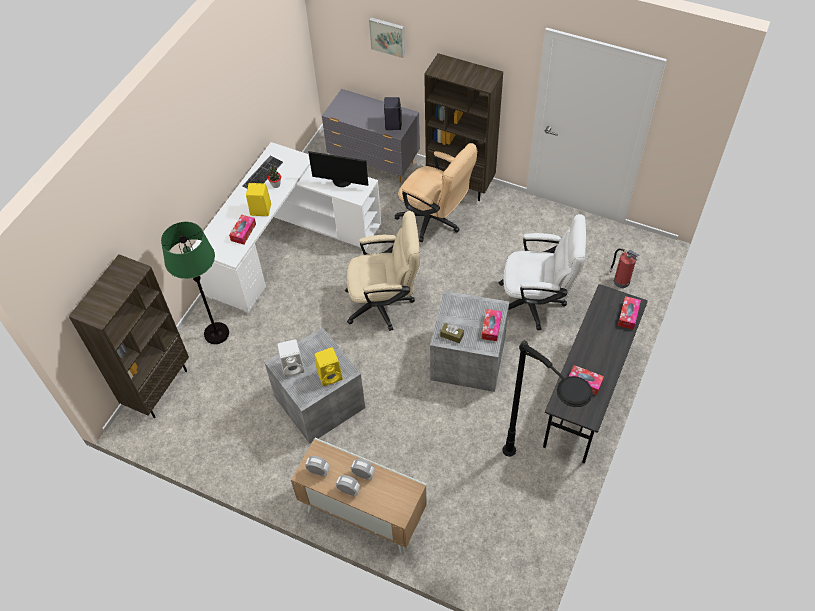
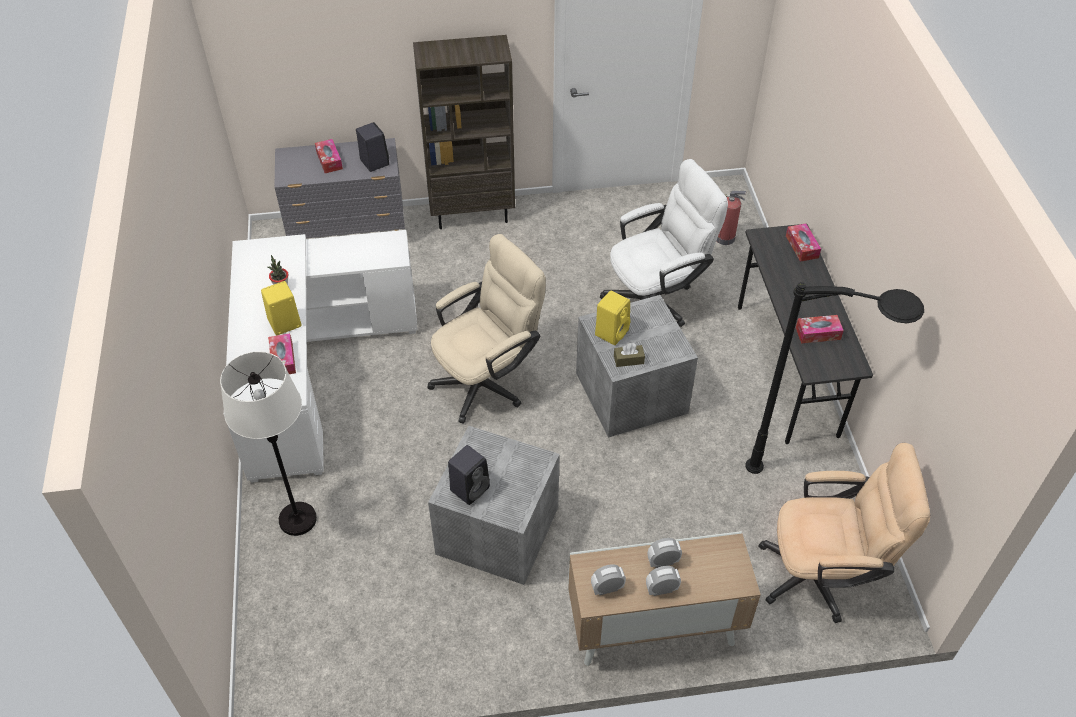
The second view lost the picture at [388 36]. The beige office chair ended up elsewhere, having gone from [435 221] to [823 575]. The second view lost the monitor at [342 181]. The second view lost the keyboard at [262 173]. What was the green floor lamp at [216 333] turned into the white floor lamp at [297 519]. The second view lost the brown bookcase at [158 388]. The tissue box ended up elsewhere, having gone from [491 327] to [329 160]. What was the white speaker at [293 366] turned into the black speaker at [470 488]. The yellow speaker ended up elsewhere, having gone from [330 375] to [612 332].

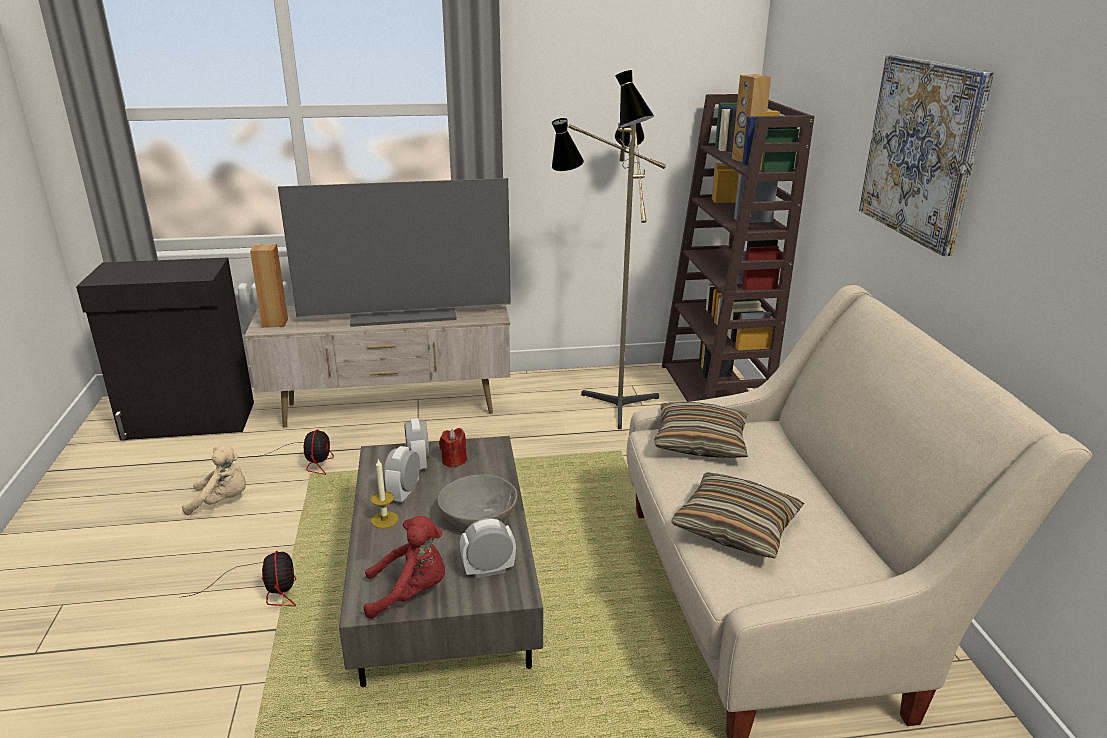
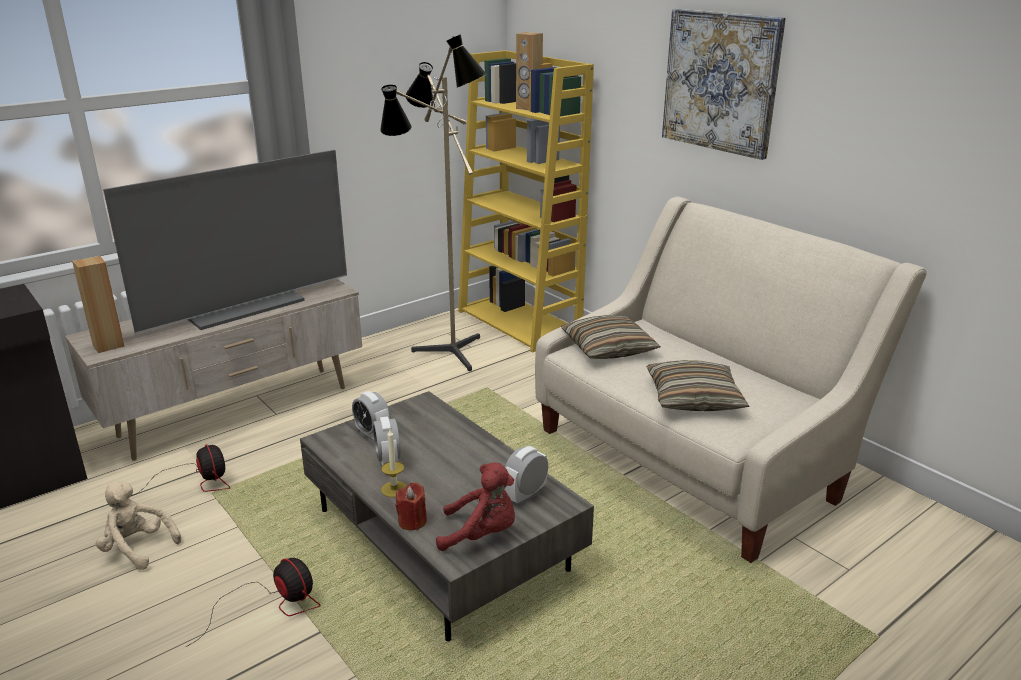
What was the brown bookcase at [714 393] turned into the yellow bookcase at [520 322]. The red candle ended up elsewhere, having gone from [454 460] to [412 521]. The beige plush toy at [222 501] ended up facing another way, 120 degrees counterclockwise from before. The second view lost the grey bowl at [478 516]. The red plush toy at [410 593] ended up facing another way, 45 degrees clockwise from before.

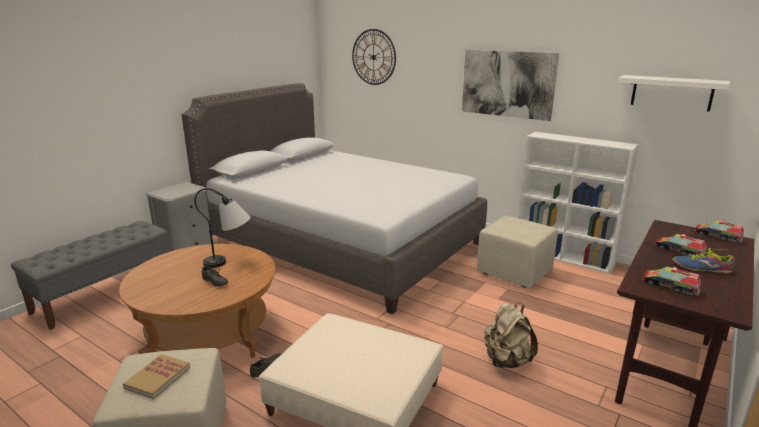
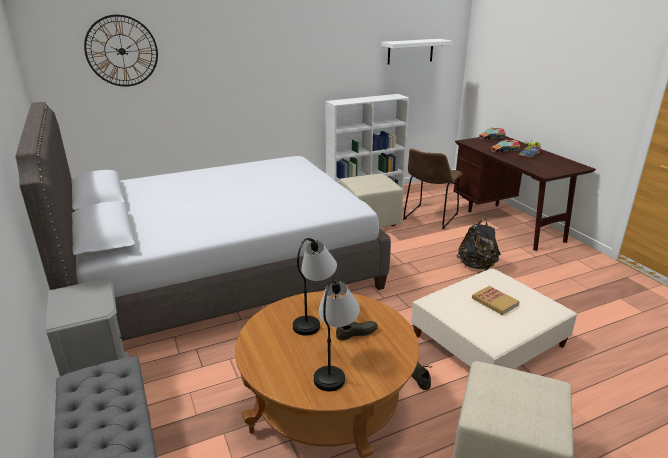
The second view lost the picture at [507 84]. The second view lost the toy truck at [670 286]. What was the beige backpack at [506 361] turned into the black backpack at [477 266]. The book ended up elsewhere, having gone from [157 378] to [494 301]. The second view gained the brown chair at [429 218]. The second view gained the table lamp at [335 365].

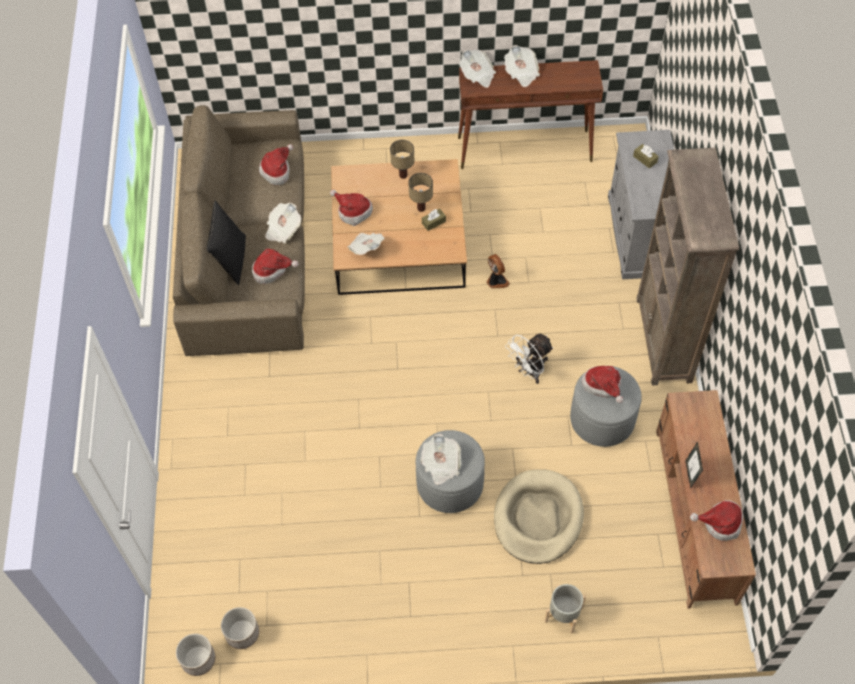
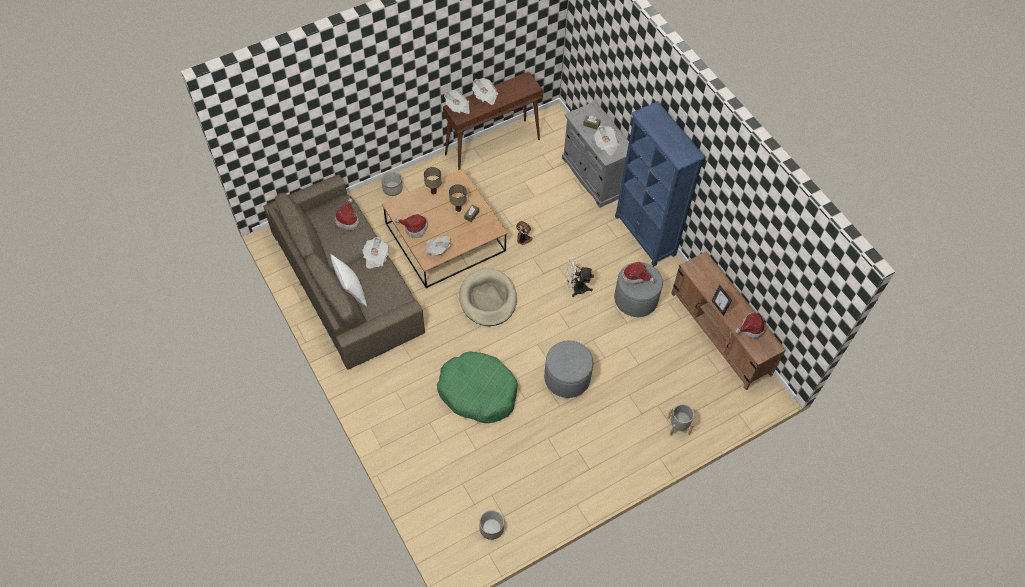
What was the brown bookcase at [663 340] turned into the blue bookcase at [645 236]. What was the black pillow at [231 259] turned into the white pillow at [351 291]. The second view lost the hat at [272 270]. The white fan at [529 371] ended up facing another way, 75 degrees clockwise from before. The newspaper ended up elsewhere, having gone from [441 465] to [606 145]. The beige dog bed ended up elsewhere, having gone from [538 518] to [488 299]. The planter ended up elsewhere, having gone from [198 660] to [392 189]. The second view gained the green dog bed at [478 392].

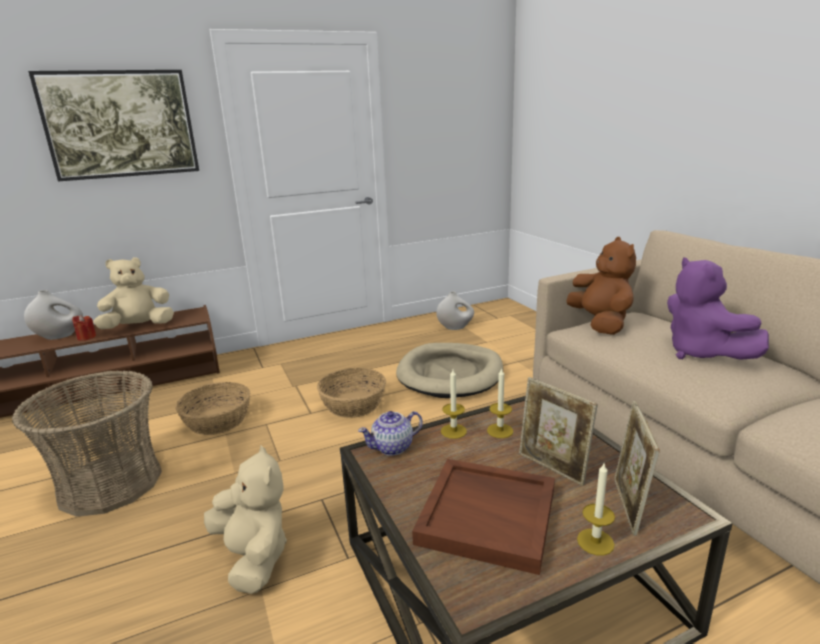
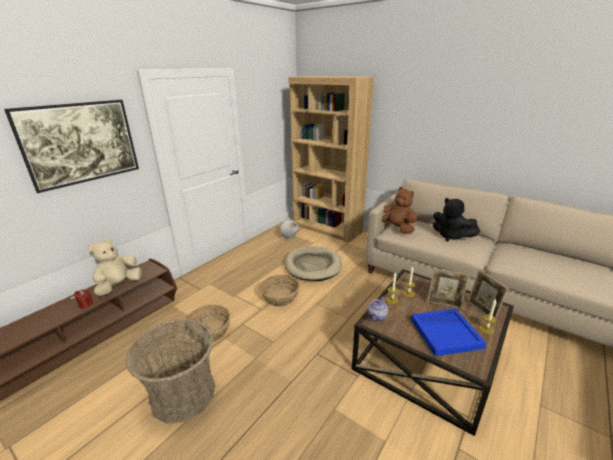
What was the purple plush toy at [701 353] turned into the black plush toy at [451 236]. The second view lost the white vase at [60 336]. The second view lost the beige plush toy at [254 557]. What was the brown tray at [489 515] turned into the blue tray at [445 333]. The second view gained the brown bookcase at [327 228].

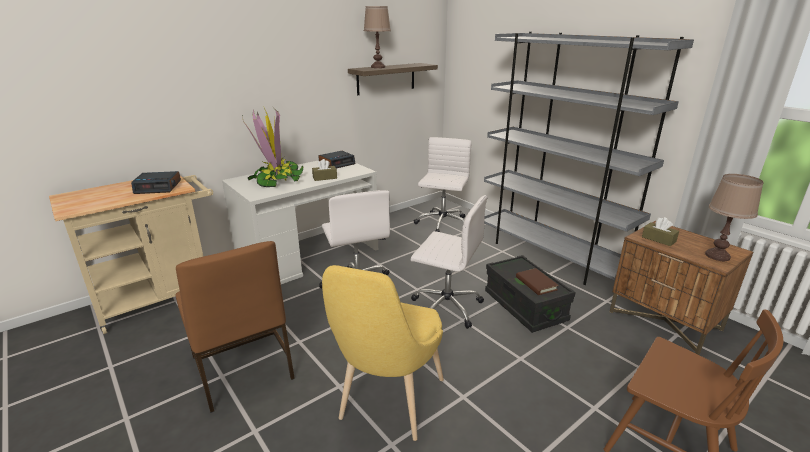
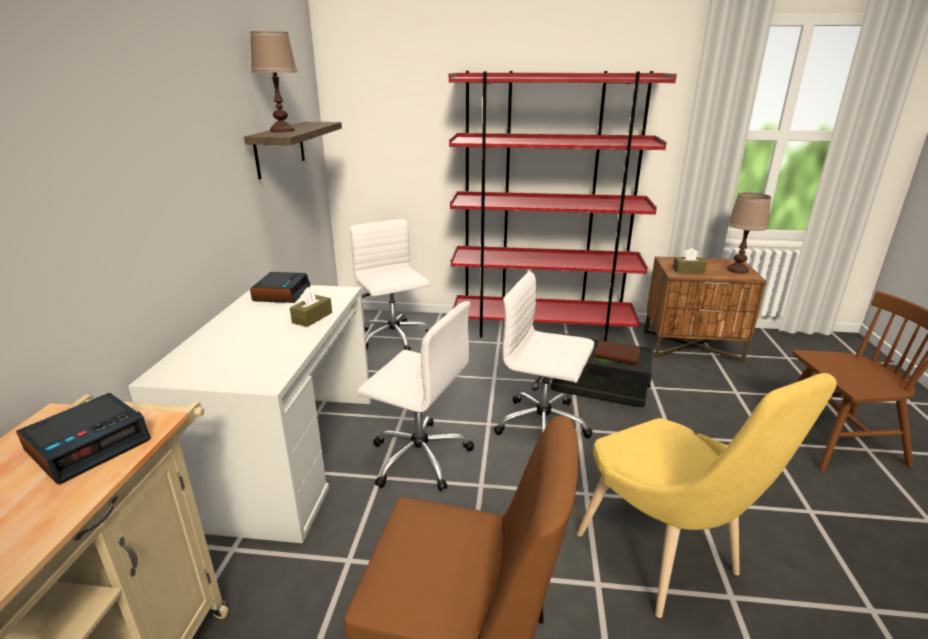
What was the grey bookcase at [550 256] turned into the red bookcase at [542 329]. The second view lost the potted plant at [276 179]. The white office chair at [445 307] ended up facing another way, 135 degrees counterclockwise from before.

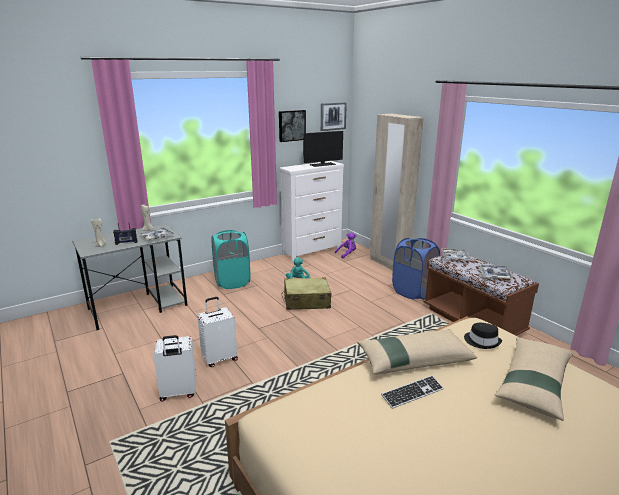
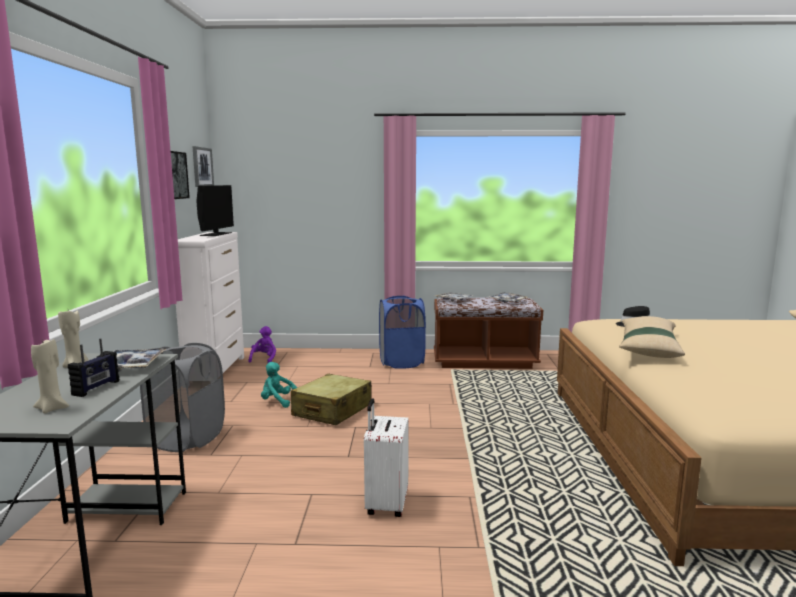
The second view lost the beige wardrobe at [389 264]. What was the turquoise laundry basket at [232 282] turned into the grey laundry basket at [187 438]. The second view lost the white suitcase at [178 393]. The second view lost the beige pillow at [534 383]. The second view lost the keyboard at [412 393].

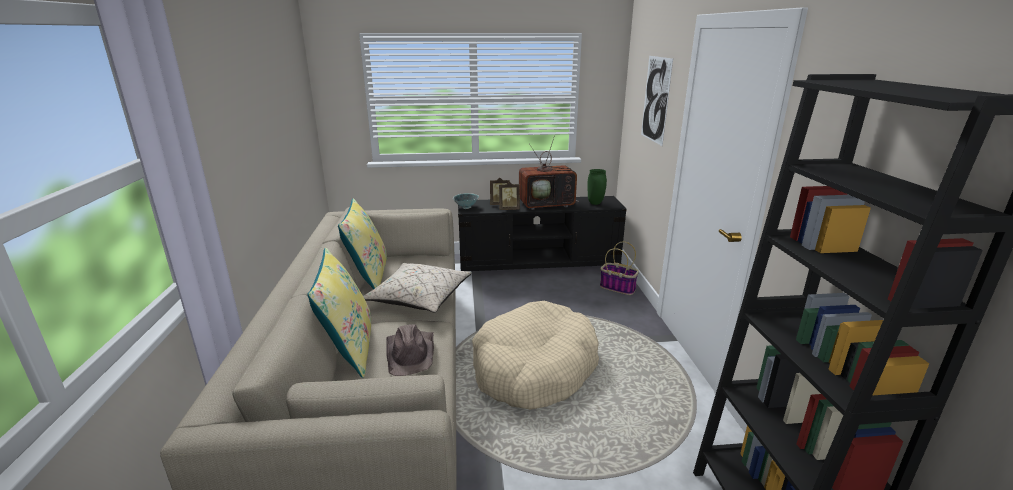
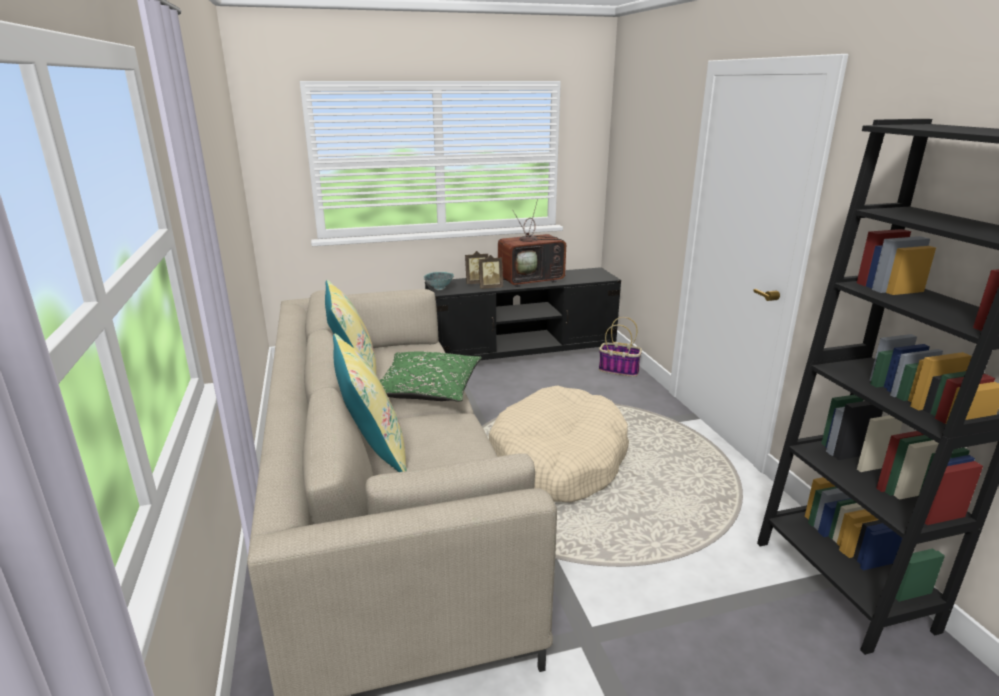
The second view lost the picture at [655 99]. The second view lost the green vase at [594 203]. What was the beige pillow at [419 298] turned into the green pillow at [427 390]. The second view lost the brown hat at [411 353].

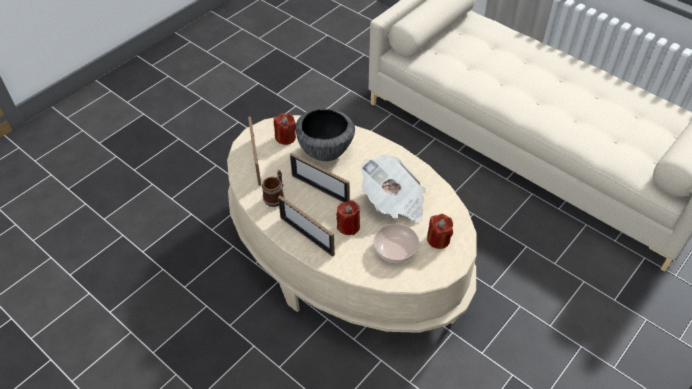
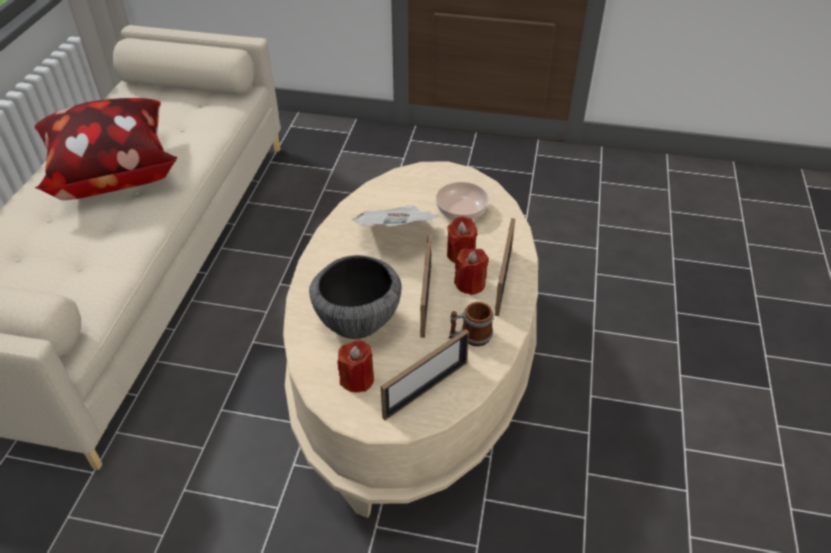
The red candle ended up elsewhere, having gone from [438 239] to [470 284]. The second view gained the pillow at [113 174].

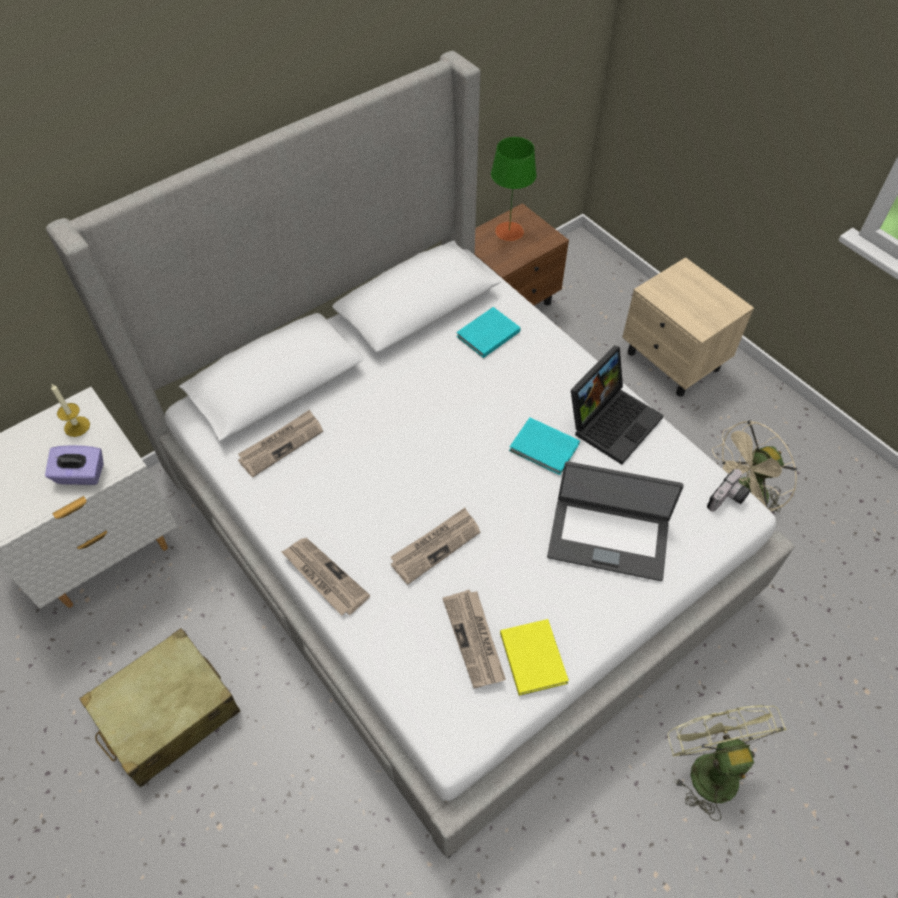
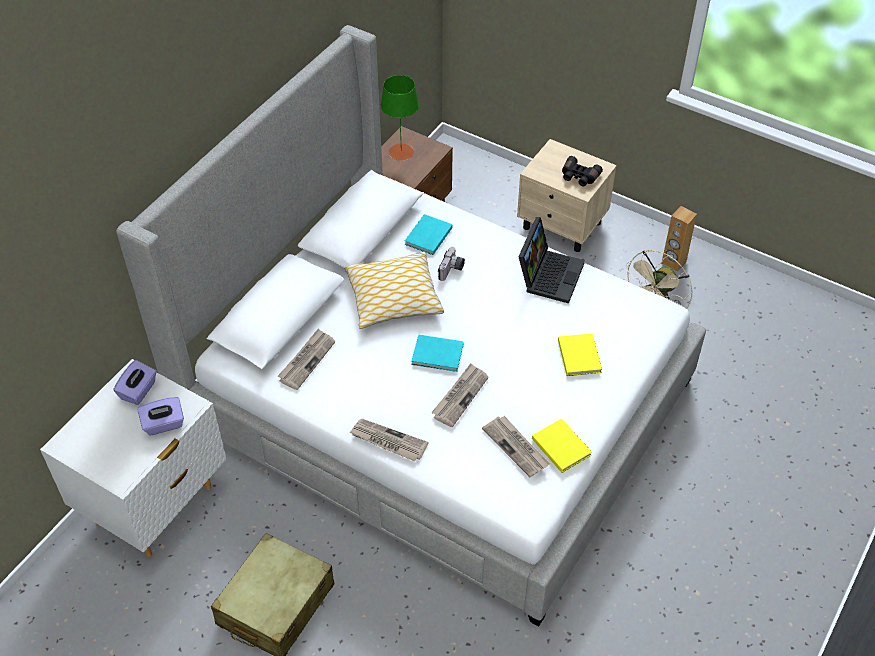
Where the candle stood at [77 426], the purple tissue box came to stand at [138 391]. The turquoise book ended up elsewhere, having gone from [545 449] to [438 355]. Where the laptop stood at [608 537], the yellow book came to stand at [579 355]. The photo camera ended up elsewhere, having gone from [728 499] to [452 270]. The second view lost the green fan at [707 766]. The second view gained the black binoculars at [579 177]. The second view gained the brown speaker at [673 262]. The second view gained the pillow at [393 298].

